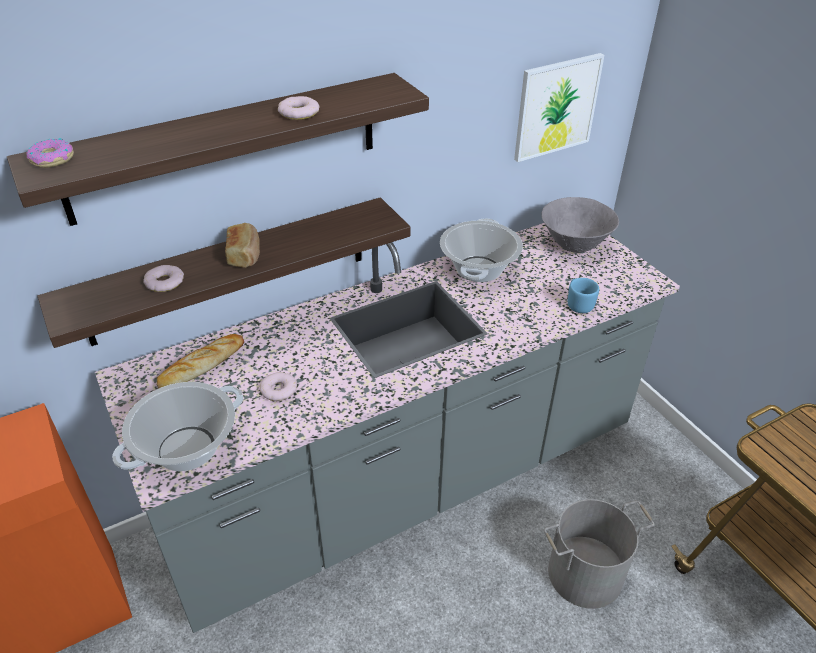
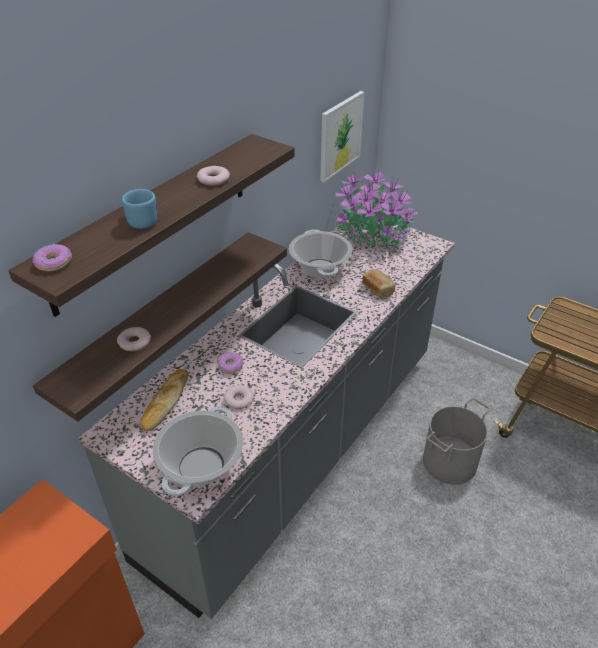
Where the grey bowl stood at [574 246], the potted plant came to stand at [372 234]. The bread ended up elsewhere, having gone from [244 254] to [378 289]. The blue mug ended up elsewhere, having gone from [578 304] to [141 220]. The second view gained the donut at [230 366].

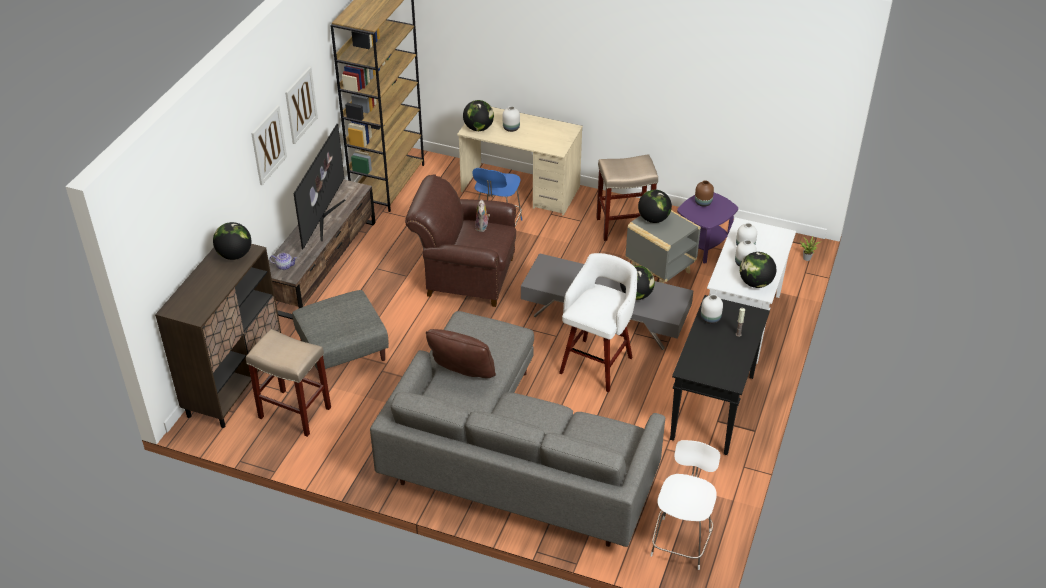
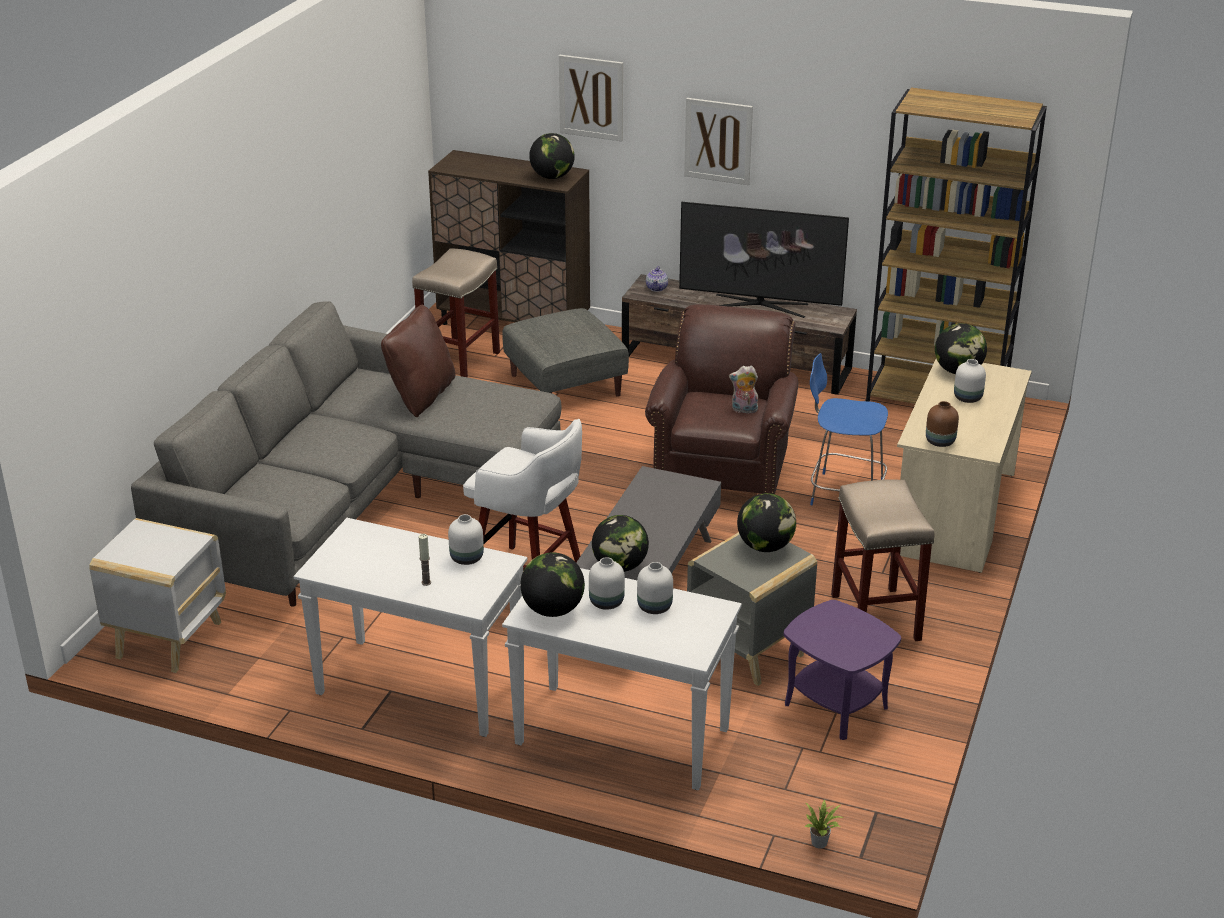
The picture ended up elsewhere, having gone from [300 105] to [591 97]. The brown vase ended up elsewhere, having gone from [703 202] to [941 441]. What was the black console table at [713 408] turned into the white console table at [418 688]. Where the white chair stood at [681 541], the white side table came to stand at [168 641].

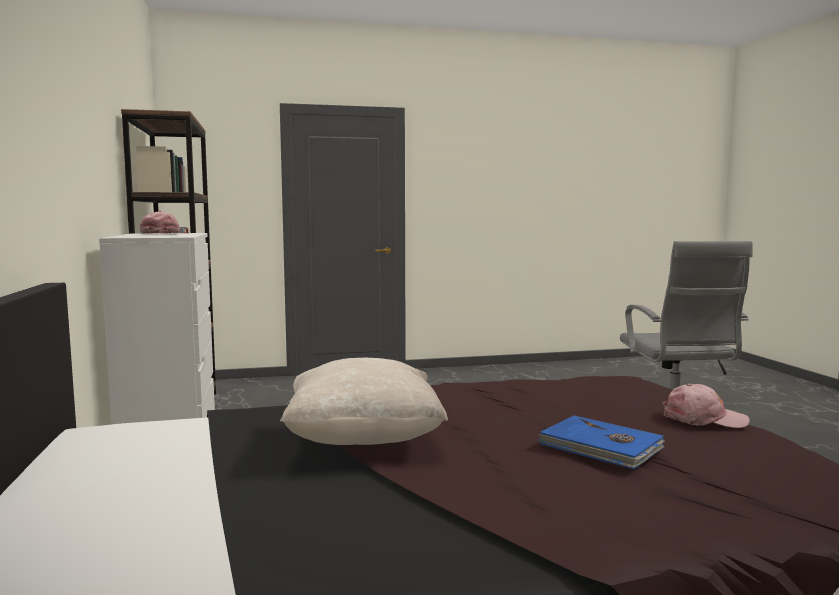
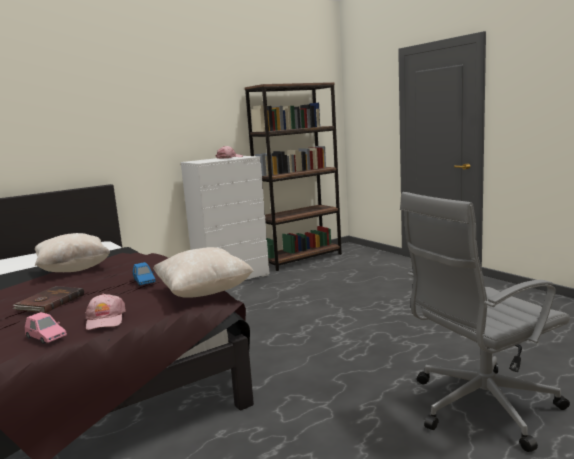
What was the blue book at [601 447] turned into the brown book at [49 302]. The second view gained the beige pillow at [204 292]. The second view gained the blue toy car at [144 281]. The second view gained the pink toy car at [46 337].

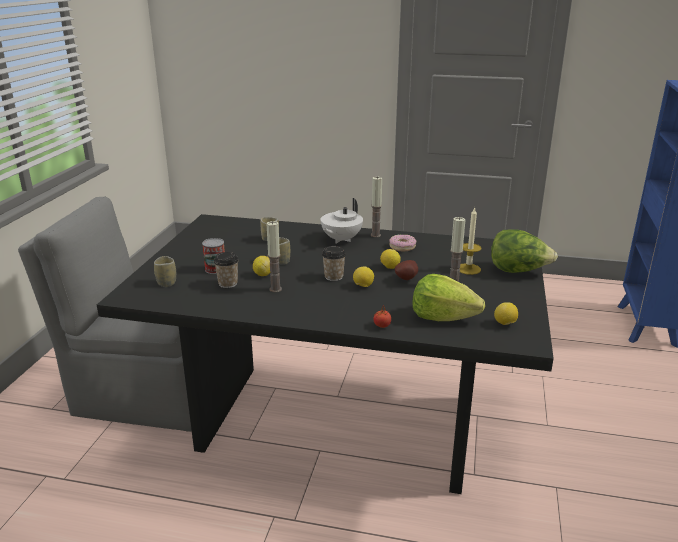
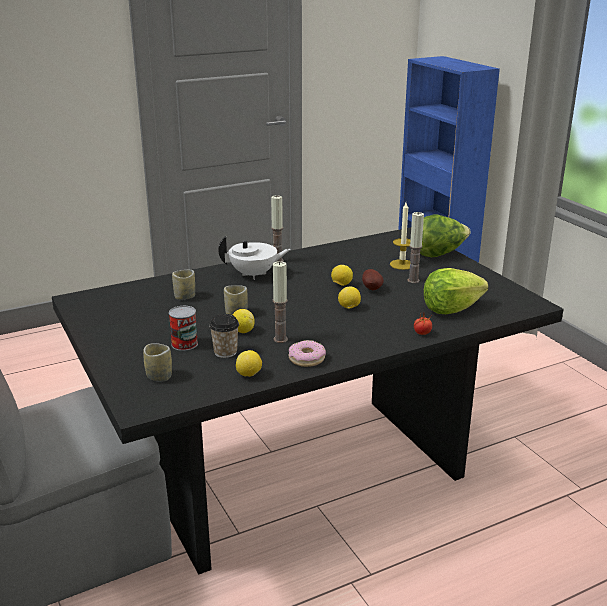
The white teapot at [340 240] ended up facing another way, 90 degrees counterclockwise from before. The donut ended up elsewhere, having gone from [402 247] to [306 359]. The second view lost the cup at [333 277]. The lemon ended up elsewhere, having gone from [505 324] to [249 375].

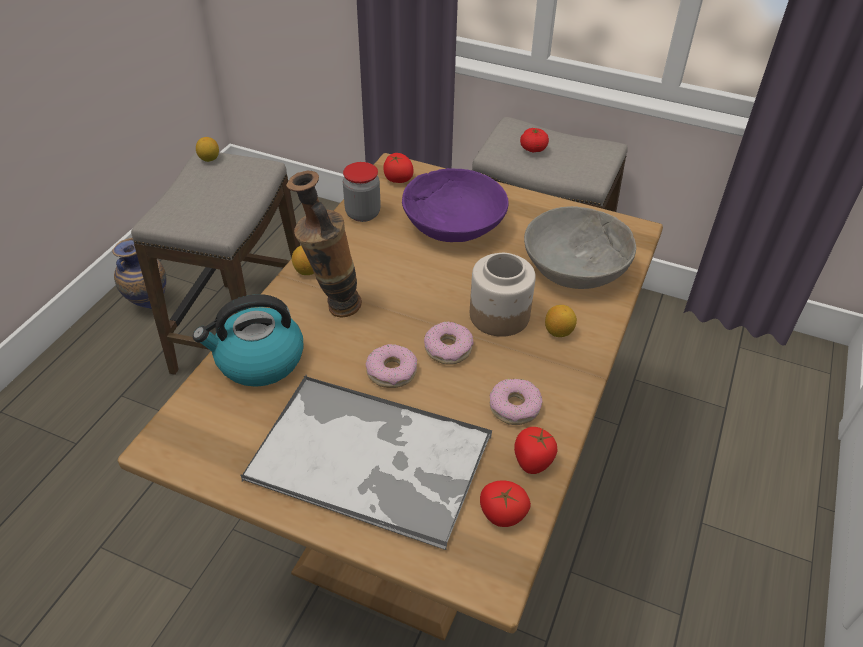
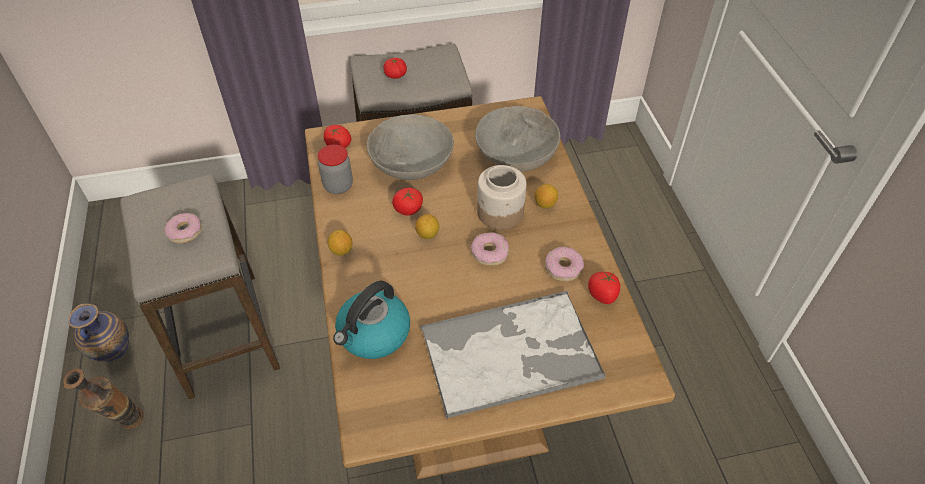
The lemon ended up elsewhere, having gone from [209 159] to [427 234]. What was the purple bowl at [453 225] turned into the grey bowl at [411 163]. The vase ended up elsewhere, having gone from [333 308] to [125 424]. The donut ended up elsewhere, having gone from [391 372] to [185 232]. The tomato ended up elsewhere, having gone from [502 514] to [408 210].

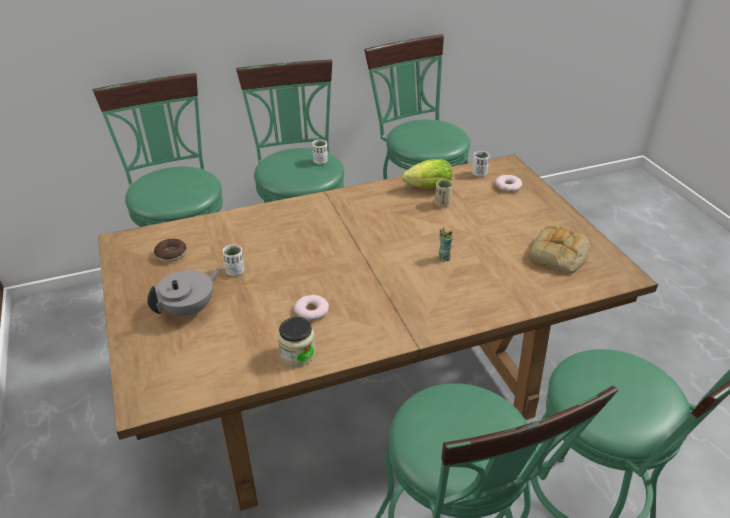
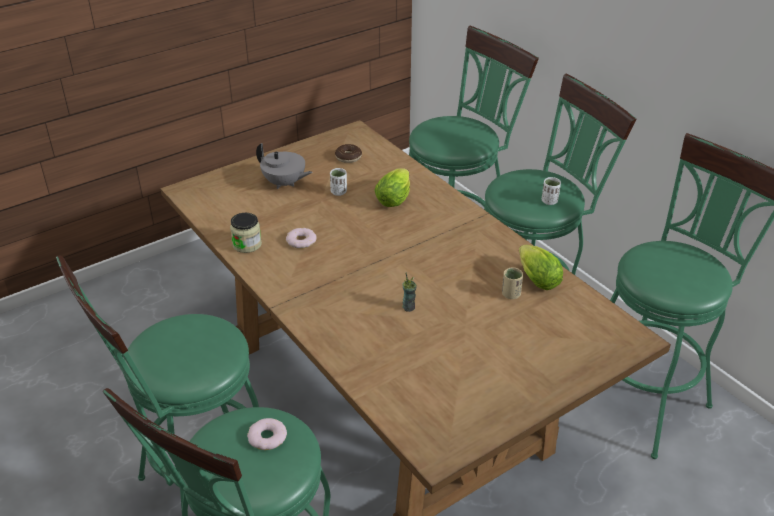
The second view lost the white cup at [479 173]. The donut ended up elsewhere, having gone from [508 186] to [267 437]. The second view lost the bread at [559 255]. The second view gained the lettuce at [395 198].

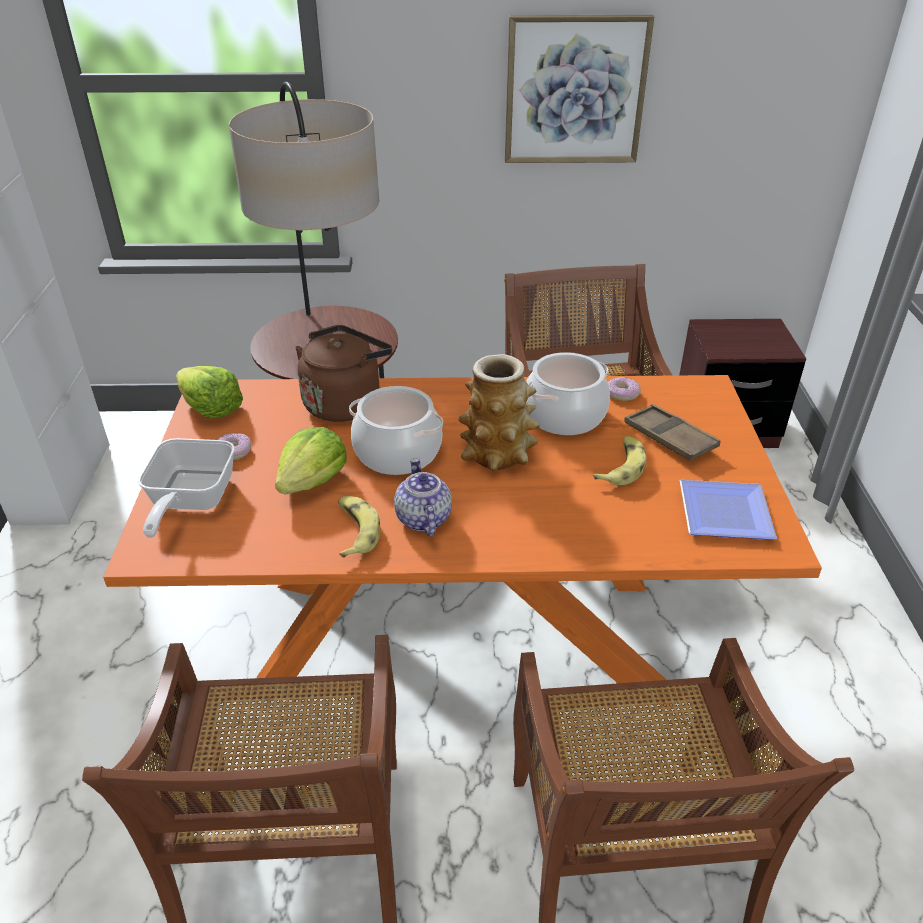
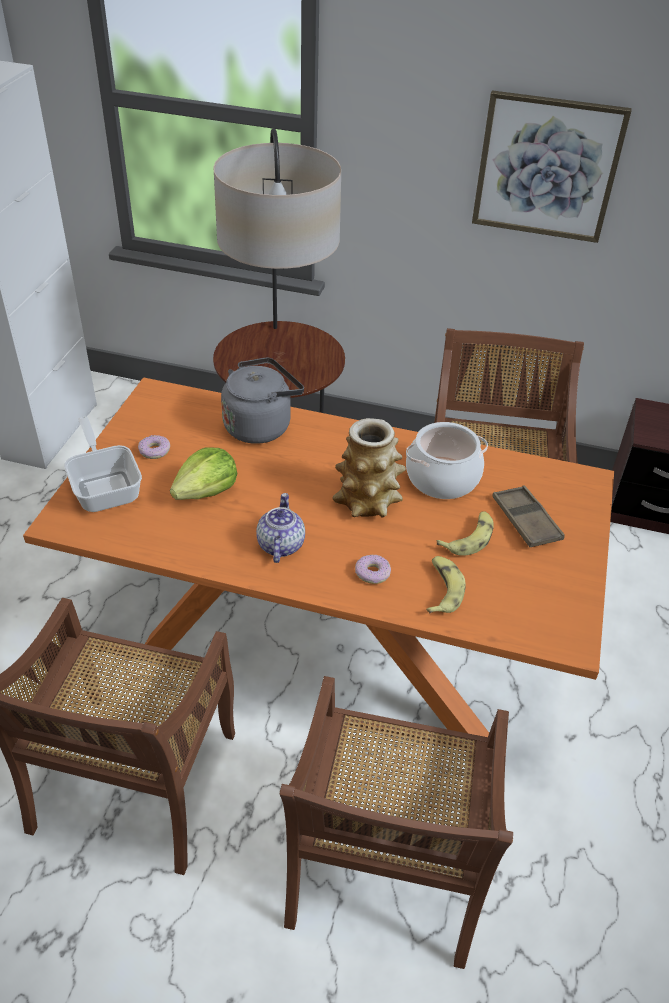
What was the brown kettle at [345 402] turned into the grey kettle at [260 425]. The second view lost the lettuce at [211 408]. The donut ended up elsewhere, having gone from [622 393] to [372 573]. The second view lost the cooking pot at [398 452]. The frying pan at [189 501] ended up facing another way, 135 degrees clockwise from before. The second view lost the plate at [727 511]. The banana ended up elsewhere, having gone from [355 531] to [442 589].

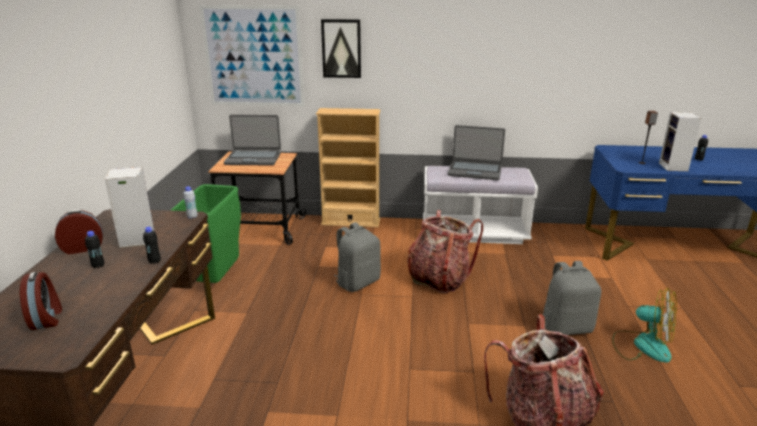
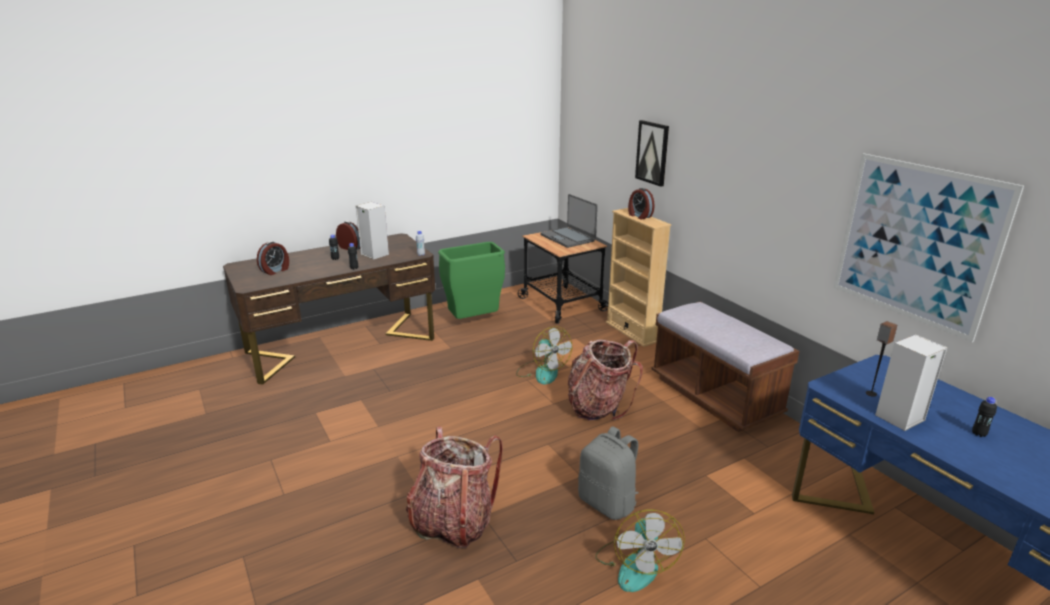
The picture ended up elsewhere, having gone from [253 57] to [916 243]. The second view lost the laptop at [475 171]. What was the white bench at [474 232] turned into the brown bench at [714 396]. Where the grey backpack stood at [357 282], the fan came to stand at [542 372]. The second view gained the alarm clock at [639 216].

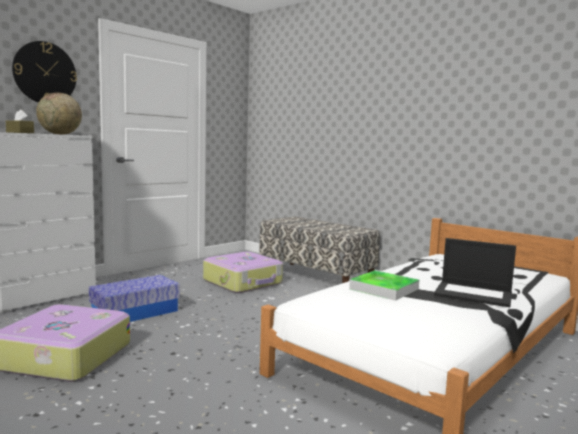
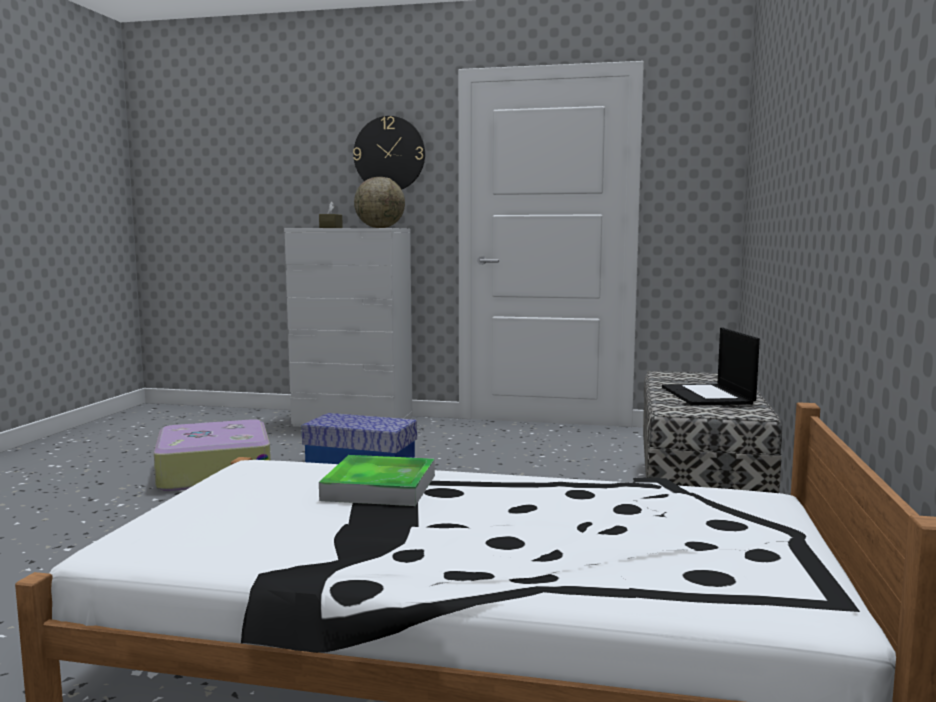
The laptop ended up elsewhere, having gone from [474 294] to [708 395]. The second view lost the suitcase at [243 282].

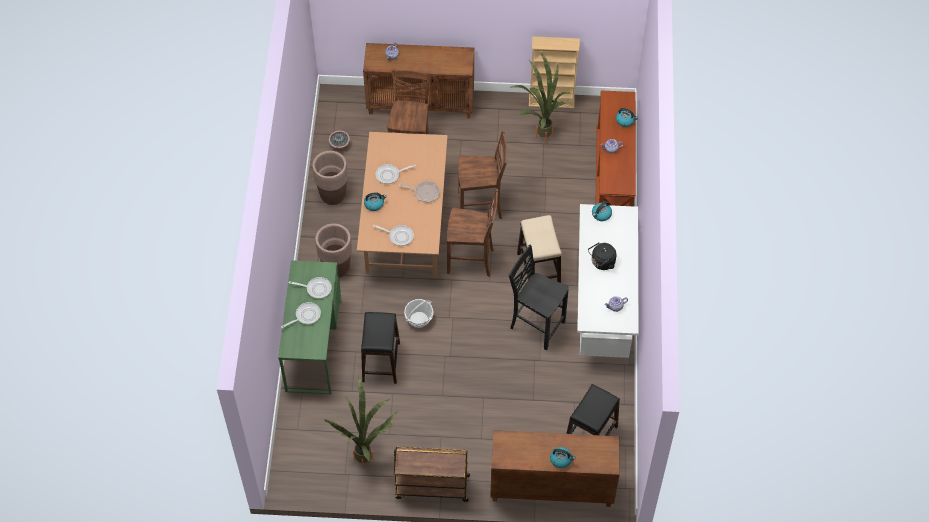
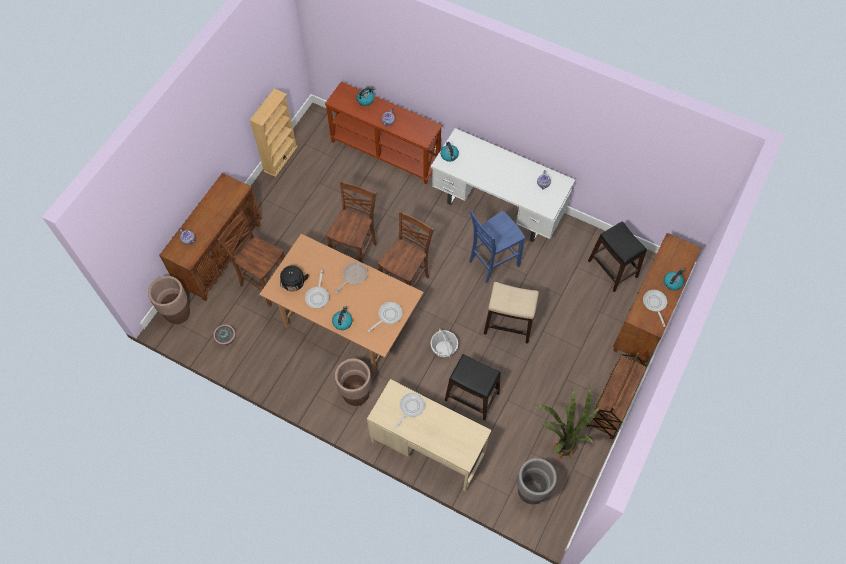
The second view lost the potted plant at [541 132]. The brown planter ended up elsewhere, having gone from [333 195] to [178 314]. The stool ended up elsewhere, having gone from [538 270] to [509 324]. The black kettle ended up elsewhere, having gone from [601 263] to [294 284]. What was the black chair at [536 325] turned into the blue chair at [492 263]. What was the green desk at [314 345] turned into the beige desk at [428 446]. The frying pan ended up elsewhere, having gone from [306 316] to [655 304]. The second view gained the grey planter at [531 491].

